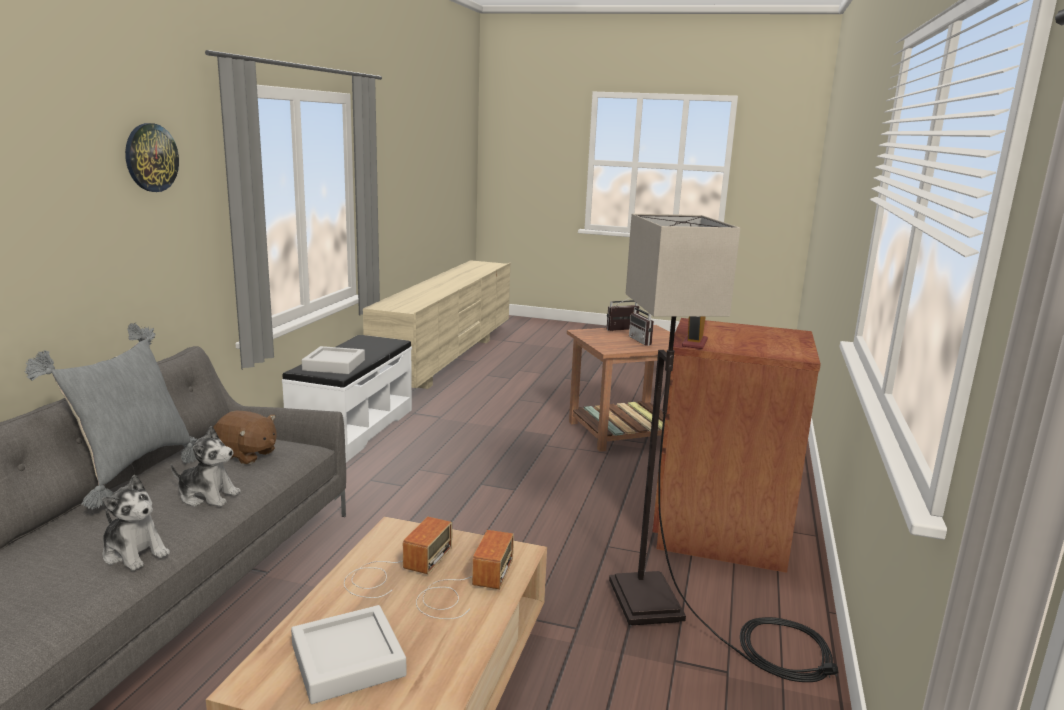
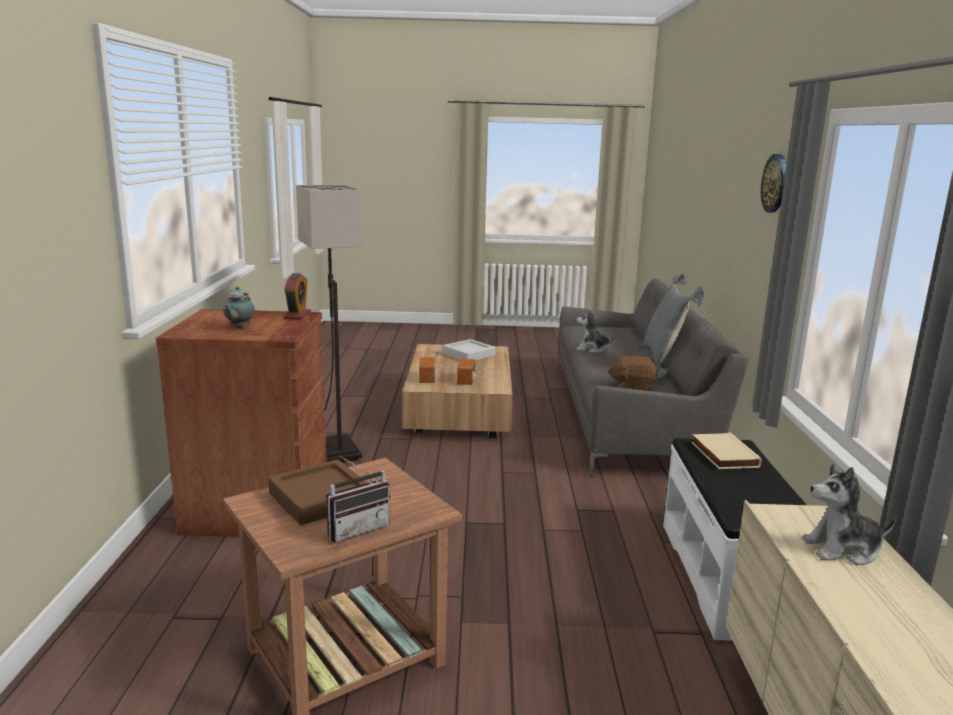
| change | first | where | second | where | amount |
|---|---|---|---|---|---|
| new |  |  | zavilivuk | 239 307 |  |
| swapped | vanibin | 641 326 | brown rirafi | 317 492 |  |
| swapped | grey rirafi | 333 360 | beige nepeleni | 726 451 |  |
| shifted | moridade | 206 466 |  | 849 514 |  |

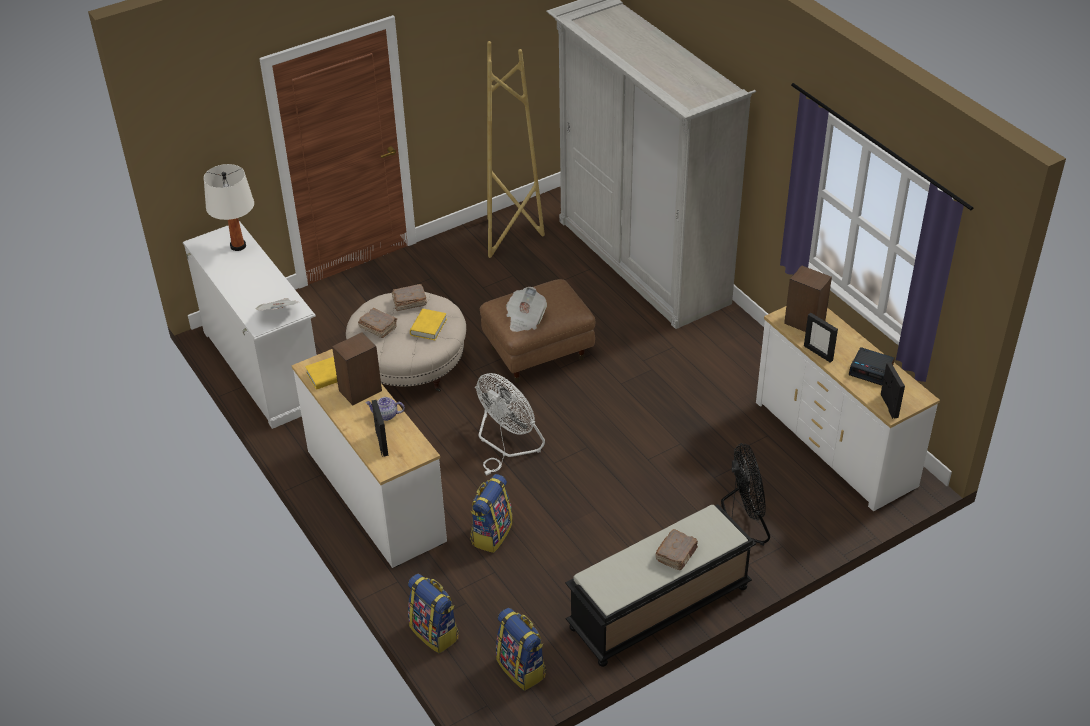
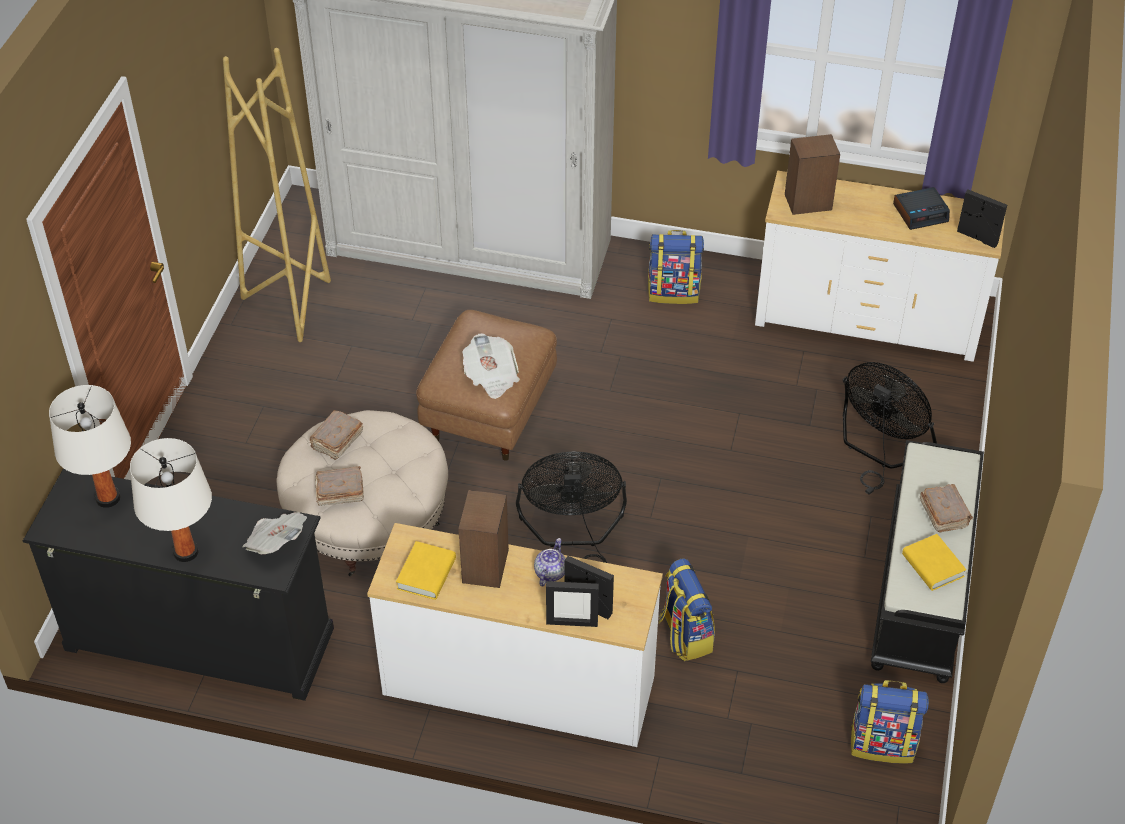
| change | first | where | second | where | amount |
|---|---|---|---|---|---|
| repainted | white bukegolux | 250 325 | black bukegolux | 178 584 |  |
| new |  |  | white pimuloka | 171 500 |  |
| repainted | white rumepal | 510 424 | black rumepal | 571 507 |  |
| rotated | zavilivuk | 385 409 |  | 550 562 | 150 degrees clockwise |
| shifted | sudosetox | 821 337 |  | 572 604 |  |
| shifted | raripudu | 433 614 |  | 676 267 |  |
| shifted | yellow nepeleni | 428 324 |  | 934 562 |  |

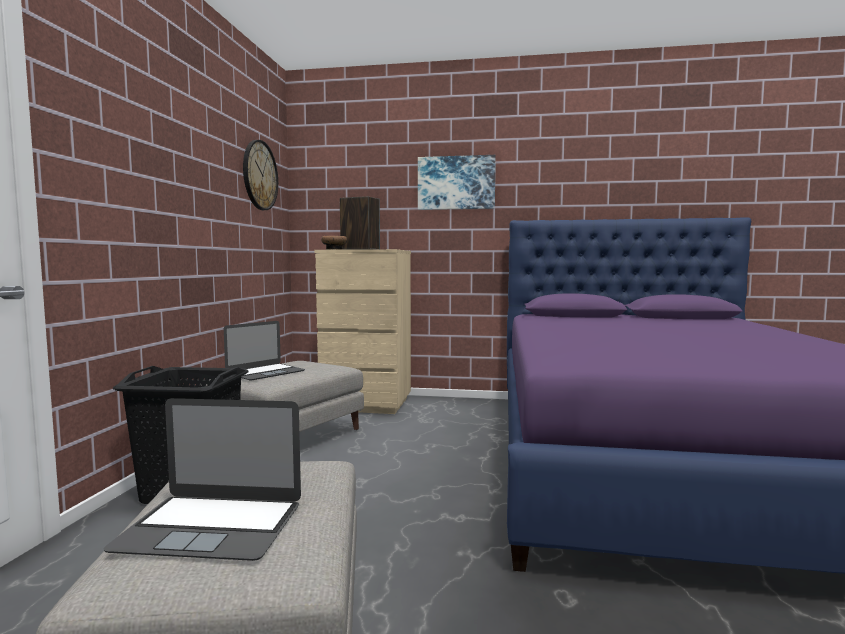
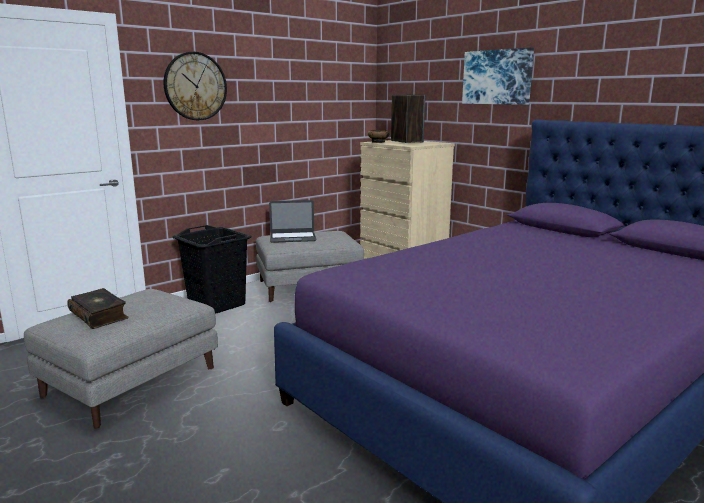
| change | first | where | second | where | amount |
|---|---|---|---|---|---|
| swapped | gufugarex | 202 479 | nepeleni | 98 308 |  |
| shifted | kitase | 260 175 |  | 195 86 |  |

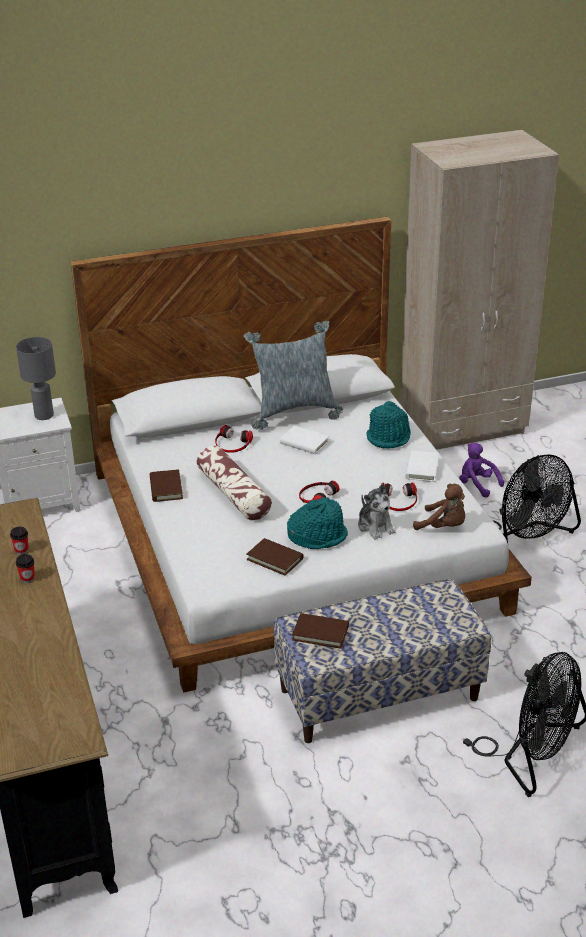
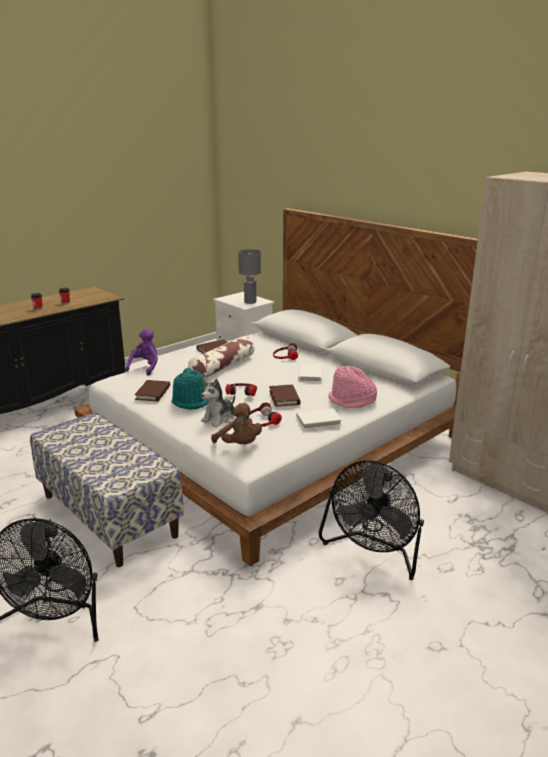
| change | first | where | second | where | amount |
|---|---|---|---|---|---|
| shifted | purple moridade | 481 470 |  | 142 351 |  |
| rotated | brown moridade | 439 507 |  | 236 423 | 45 degrees counterclockwise |
| shifted | brown nepeleni | 320 631 |  | 285 396 |  |
| repainted | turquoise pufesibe | 389 425 | pink pufesibe | 352 387 |  |
| gone | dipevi | 293 375 |  |  |  |

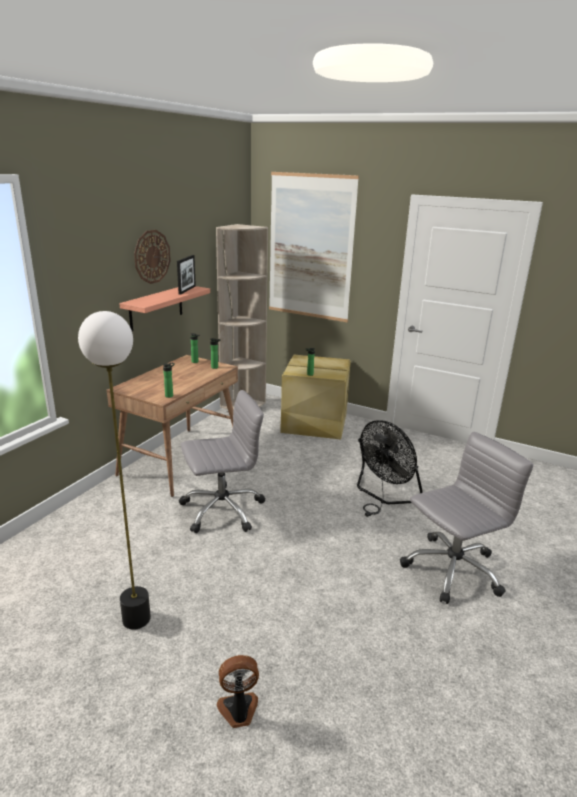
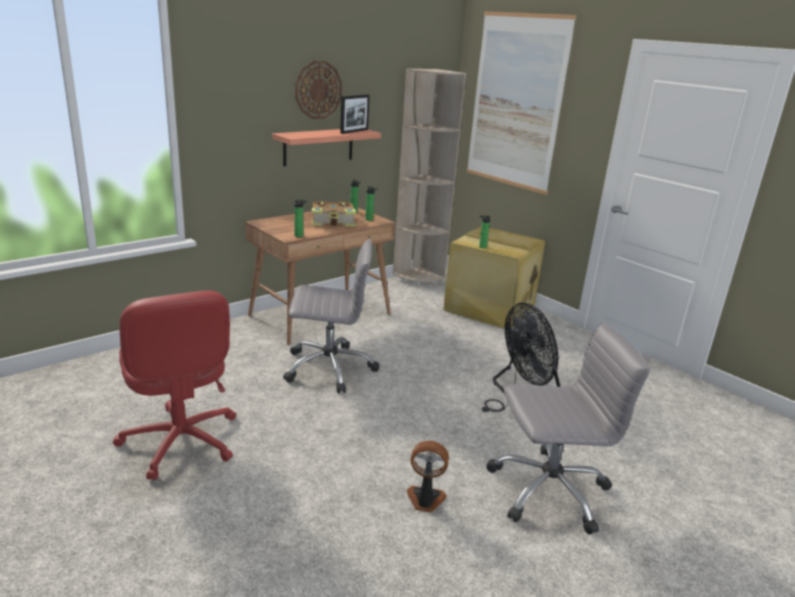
| change | first | where | second | where | amount |
|---|---|---|---|---|---|
| swapped | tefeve | 114 470 | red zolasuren | 174 385 |  |
| new |  |  | nepeleni | 334 214 |  |
| shifted | rumepal | 238 691 |  | 428 476 |  |

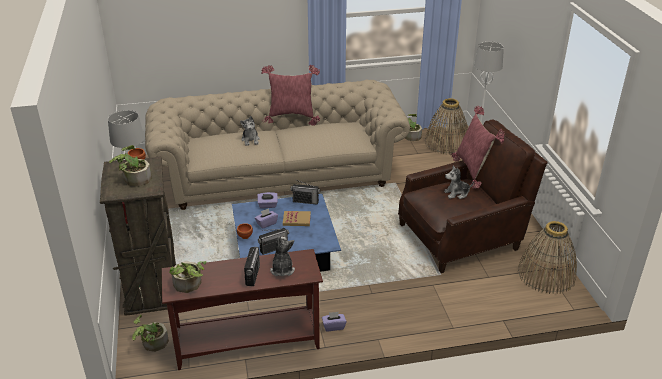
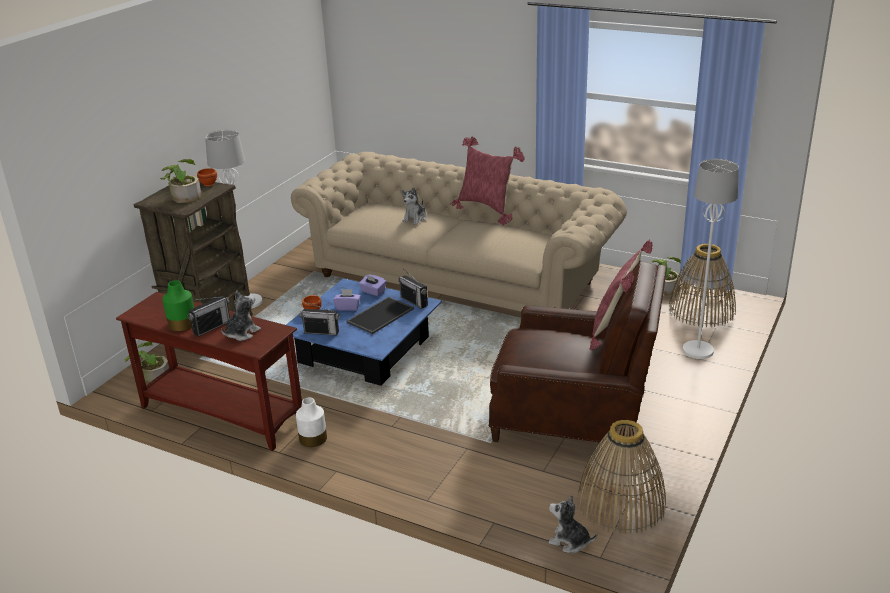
| change | first | where | second | where | amount |
|---|---|---|---|---|---|
| new |  |  | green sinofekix | 178 306 |  |
| swapped | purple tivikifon | 334 321 | white sinofekix | 311 422 |  |
| swapped | nepeleni | 297 218 | rirafi | 380 315 |  |
| shifted | moridade | 459 182 |  | 573 524 |  |
| gone | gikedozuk | 188 277 |  |  |  |

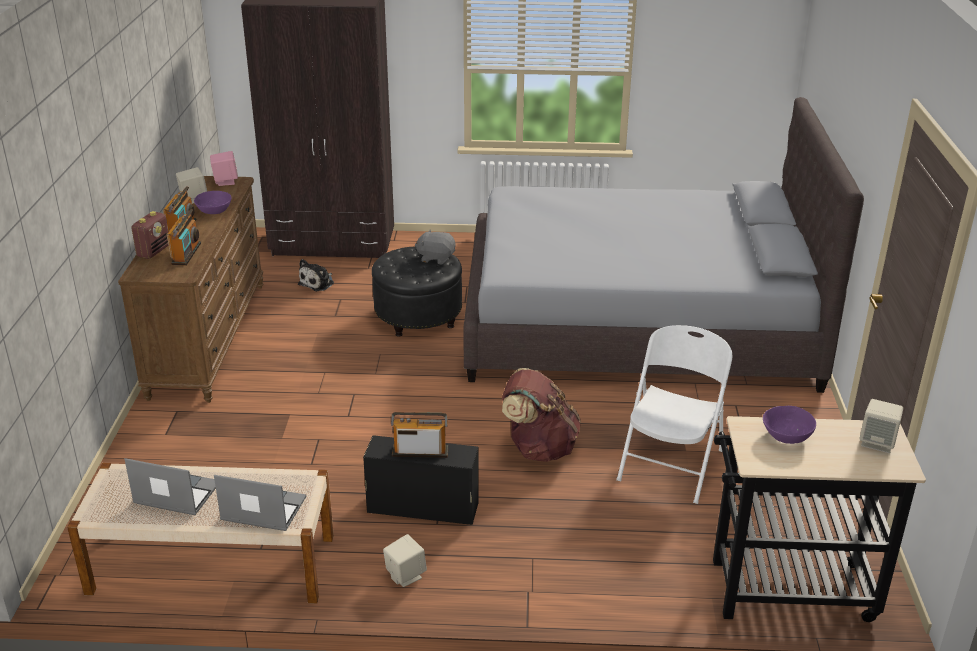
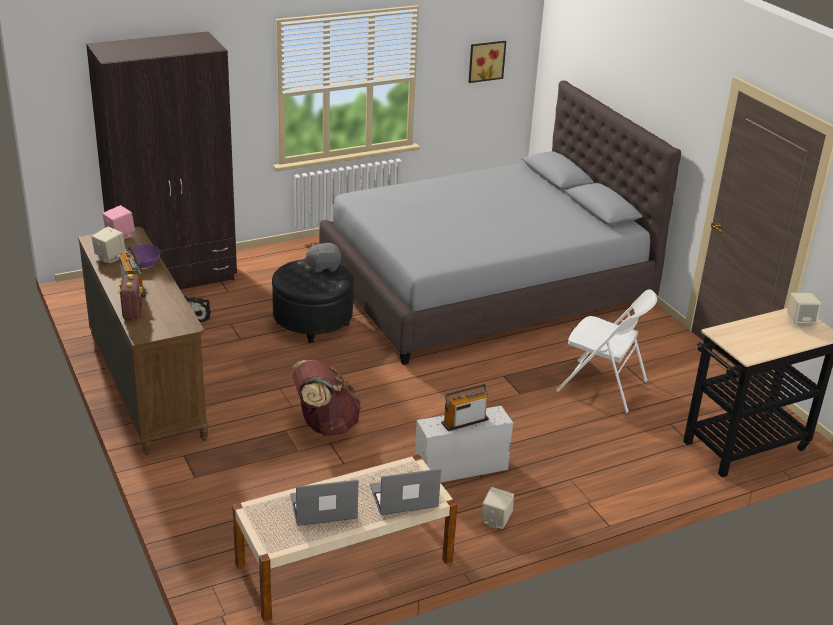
| change | first | where | second | where | amount |
|---|---|---|---|---|---|
| shifted | brown raripudu | 541 415 |  | 327 398 |  |
| repainted | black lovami | 421 480 | white lovami | 464 444 |  |
| new |  |  | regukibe | 487 62 |  |
| rotated | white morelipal | 674 414 |  | 606 351 | 120 degrees clockwise |
| gone | vanibin | 184 237 |  |  |  |
| gone | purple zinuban | 789 425 |  |  |  |

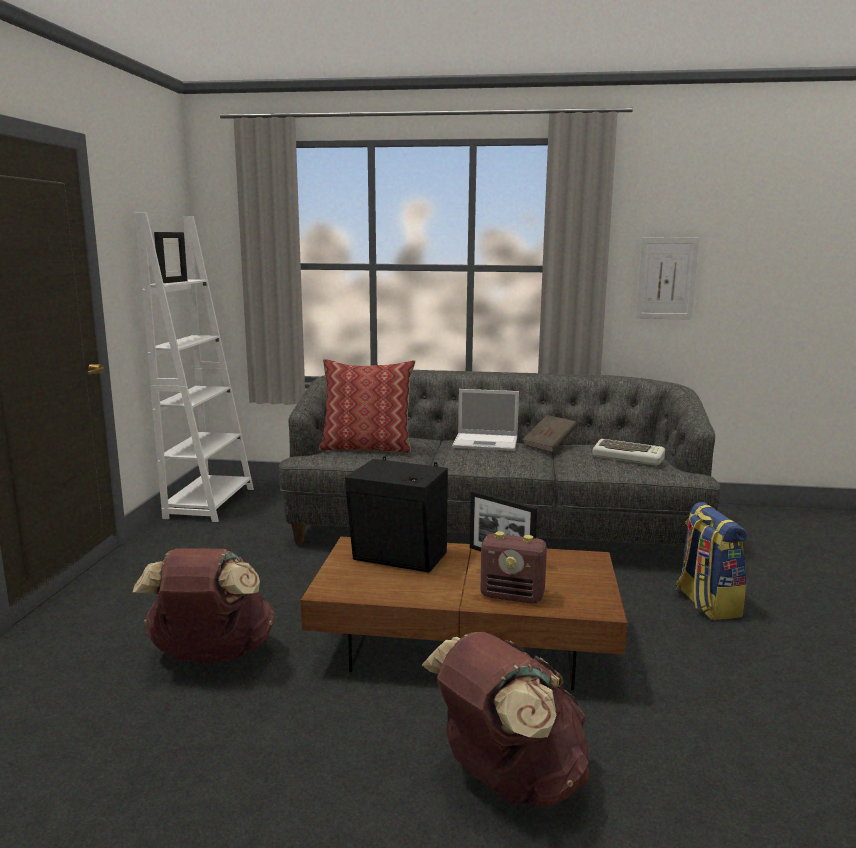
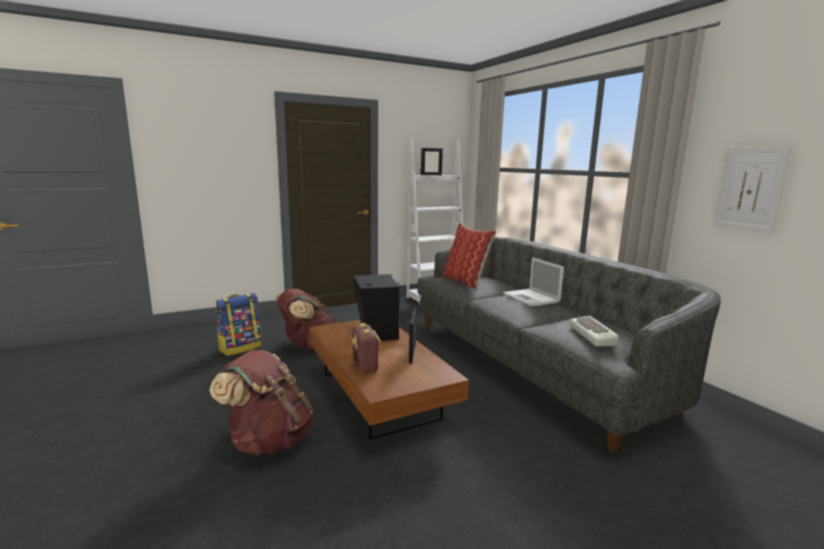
| change | first | where | second | where | amount |
|---|---|---|---|---|---|
| shifted | raripudu | 711 561 |  | 239 324 |  |
| gone | brown nepeleni | 550 433 |  |  |  |

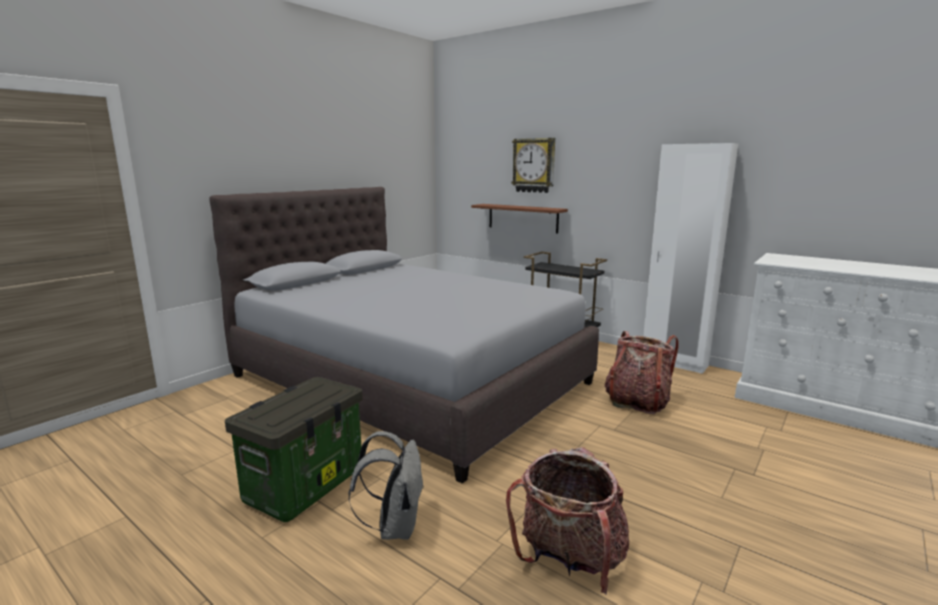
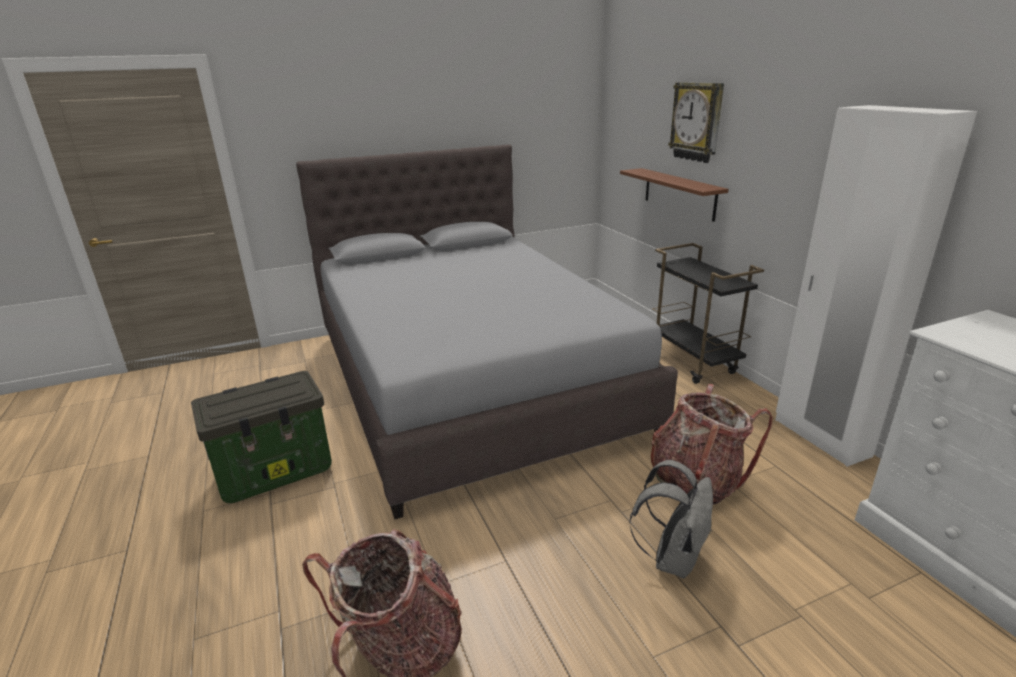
| change | first | where | second | where | amount |
|---|---|---|---|---|---|
| shifted | grey raripudu | 386 485 |  | 671 519 |  |

